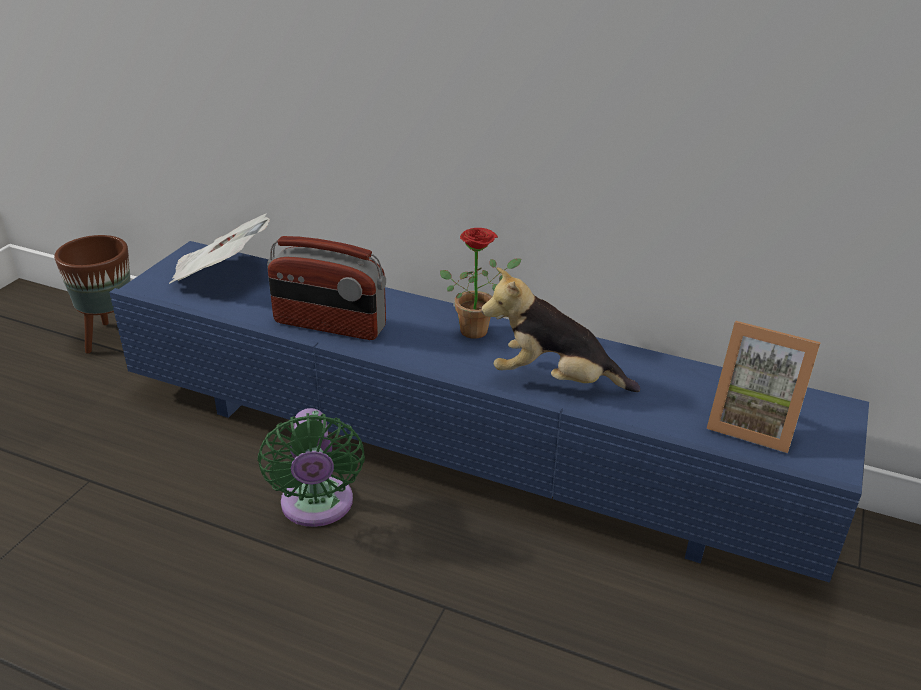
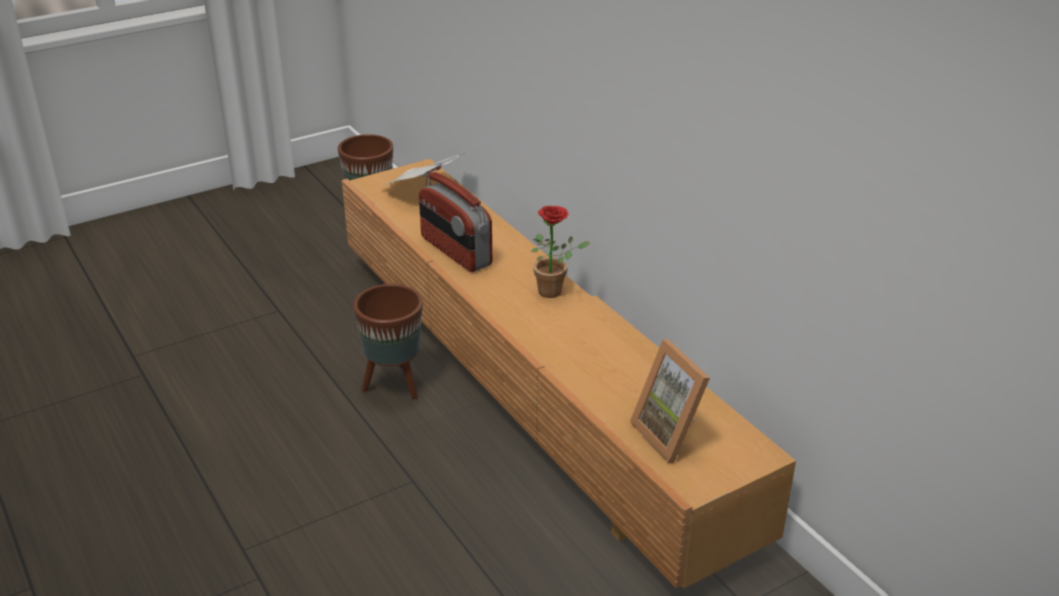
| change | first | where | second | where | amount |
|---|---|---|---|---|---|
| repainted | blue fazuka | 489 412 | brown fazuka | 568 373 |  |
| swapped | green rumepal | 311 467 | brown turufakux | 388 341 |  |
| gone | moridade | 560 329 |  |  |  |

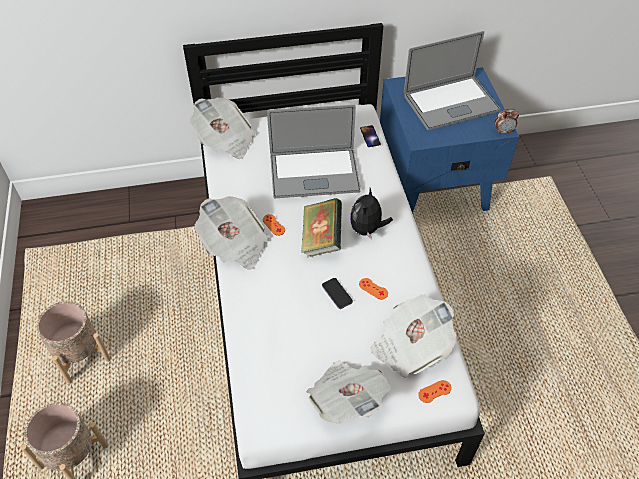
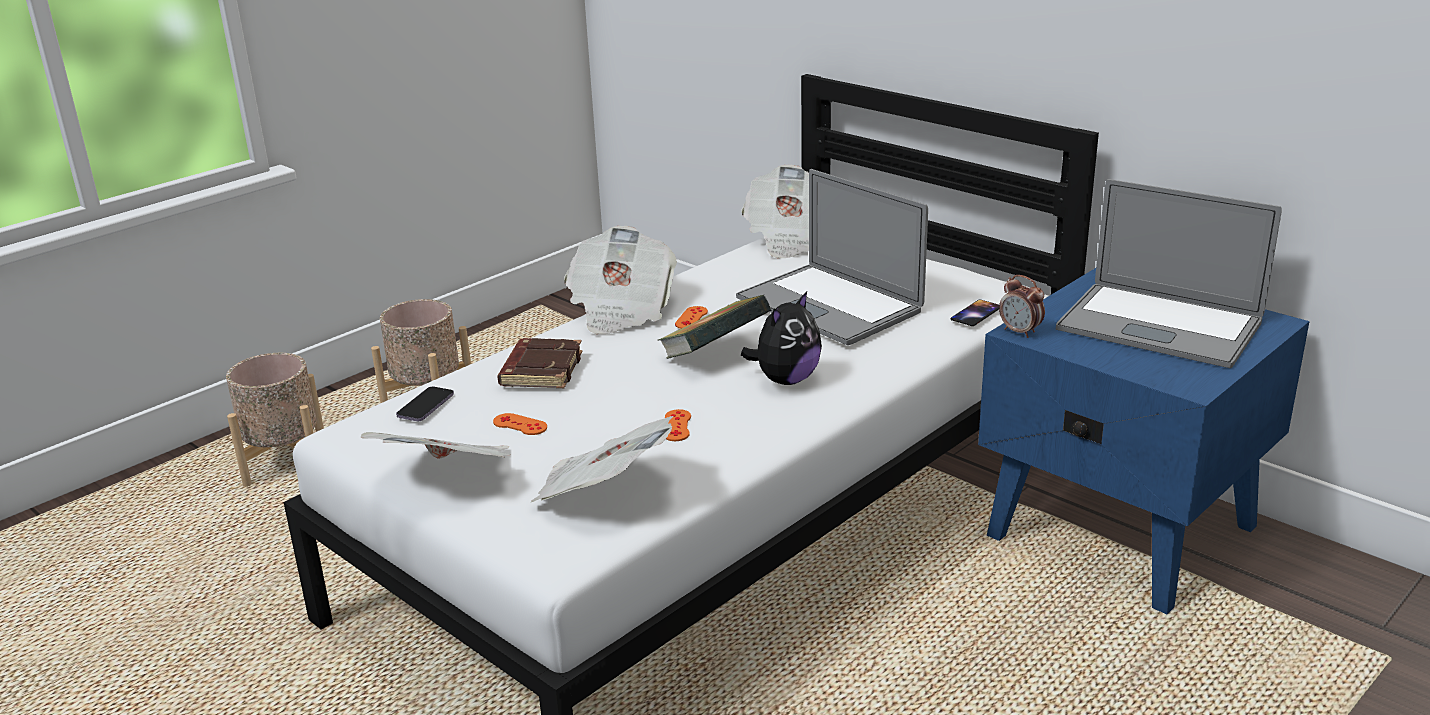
| change | first | where | second | where | amount |
|---|---|---|---|---|---|
| shifted | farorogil | 337 293 |  | 425 404 |  |
| shifted | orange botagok | 435 391 |  | 520 424 |  |
| new |  |  | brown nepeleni | 540 363 |  |
| rotated | moridade | 371 214 |  | 781 338 | 150 degrees clockwise |
| shifted | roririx | 506 121 |  | 1022 306 |  |

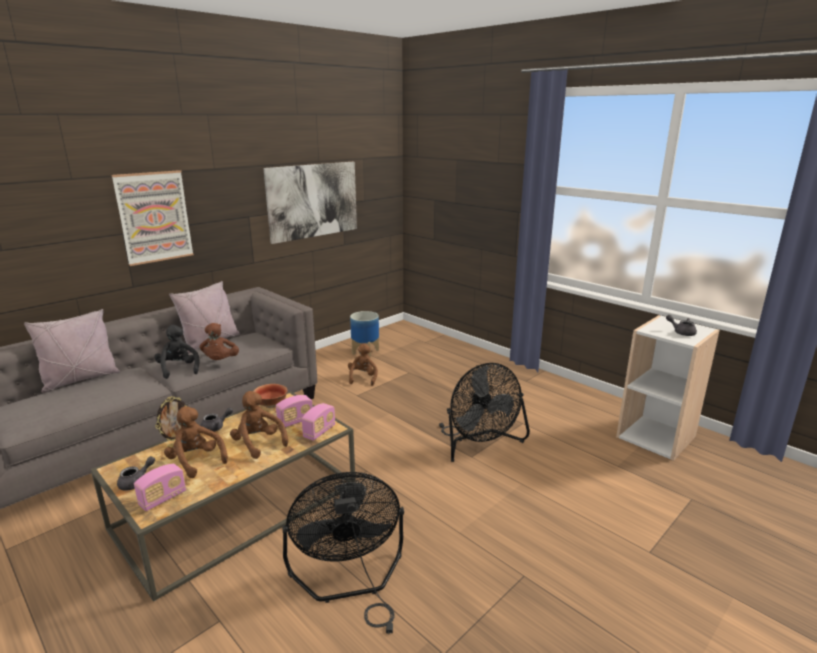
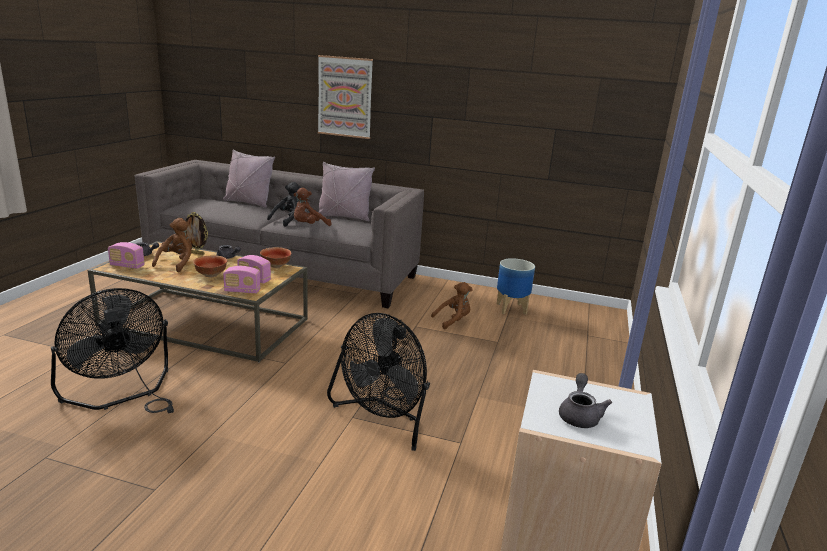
| change | first | where | second | where | amount |
|---|---|---|---|---|---|
| rotated | black rumepal | 343 552 |  | 112 350 | 90 degrees counterclockwise |
| swapped | brown moridade | 259 425 | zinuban | 210 266 |  |
| gone | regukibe | 310 203 |  |  |  |

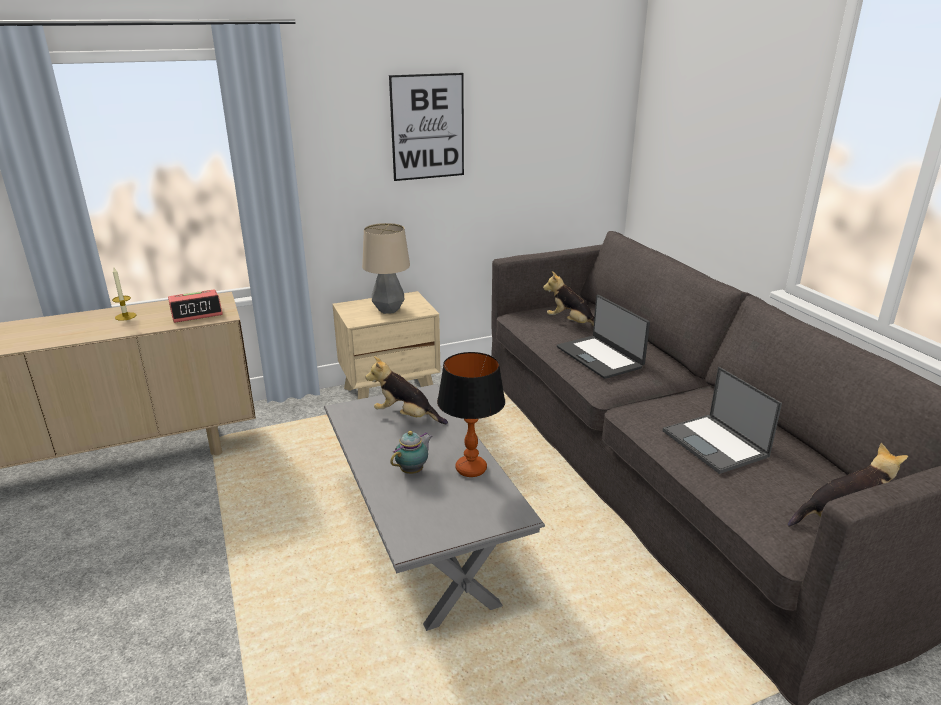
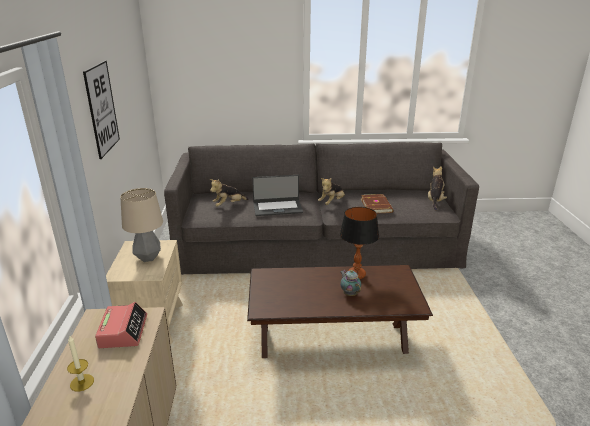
| change | first | where | second | where | amount |
|---|---|---|---|---|---|
| repainted | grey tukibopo | 434 507 | brown tukibopo | 340 311 |  |
| shifted | moridade | 406 390 |  | 331 191 |  |
| swapped | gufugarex | 722 420 | brown nepeleni | 377 203 |  |

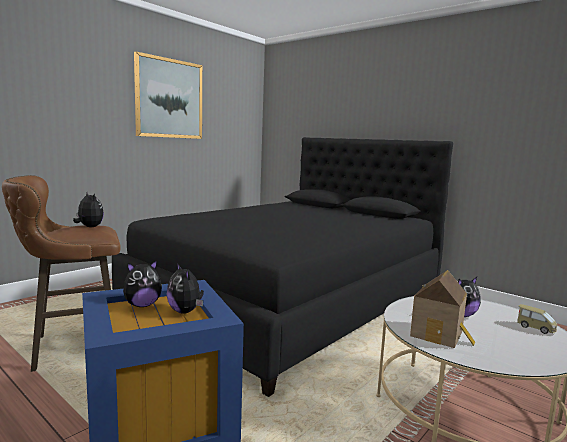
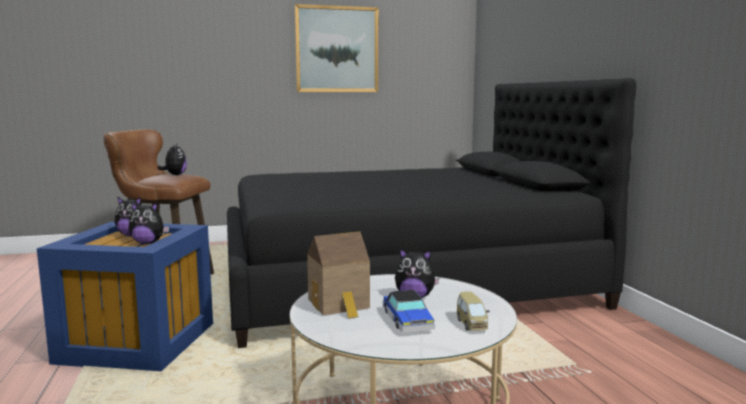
| change | first | where | second | where | amount |
|---|---|---|---|---|---|
| rotated | moridade | 185 288 |  | 148 223 | 90 degrees counterclockwise |
| new |  |  | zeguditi | 409 311 |  |

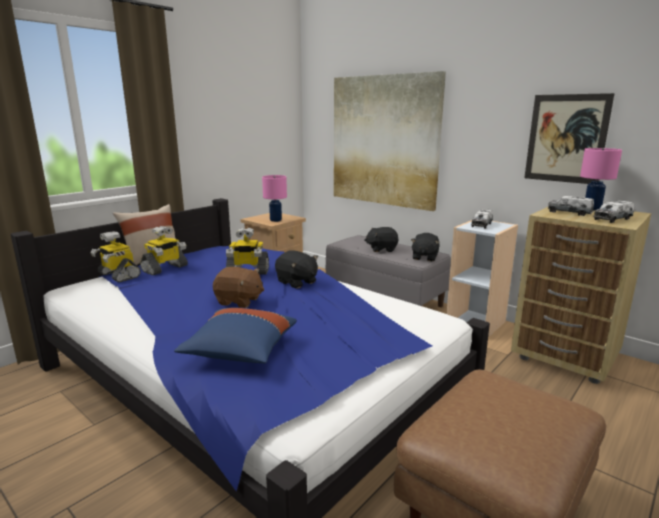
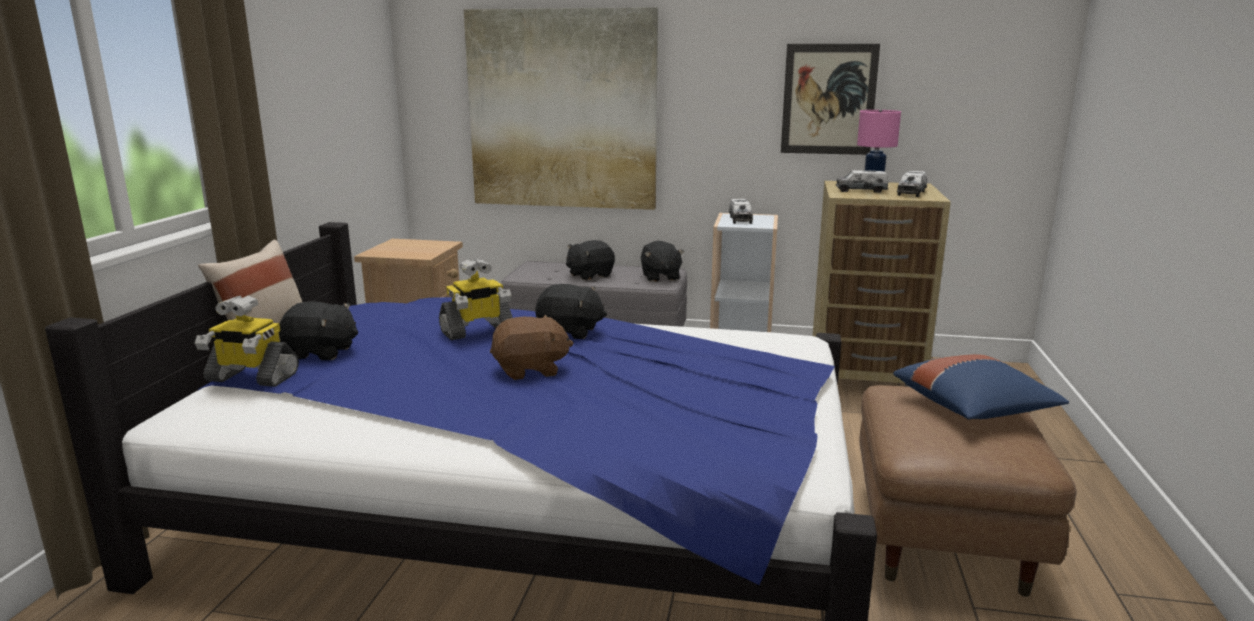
| change | first | where | second | where | amount |
|---|---|---|---|---|---|
| swapped | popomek | 164 250 | black moridade | 318 331 |  |
| shifted | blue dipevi | 235 336 |  | 981 386 |  |
| gone | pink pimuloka | 274 198 |  |  |  |

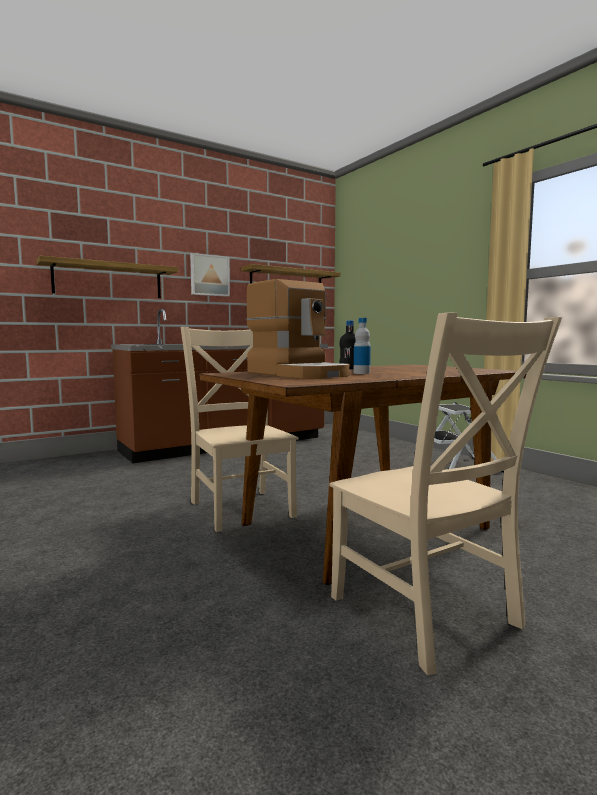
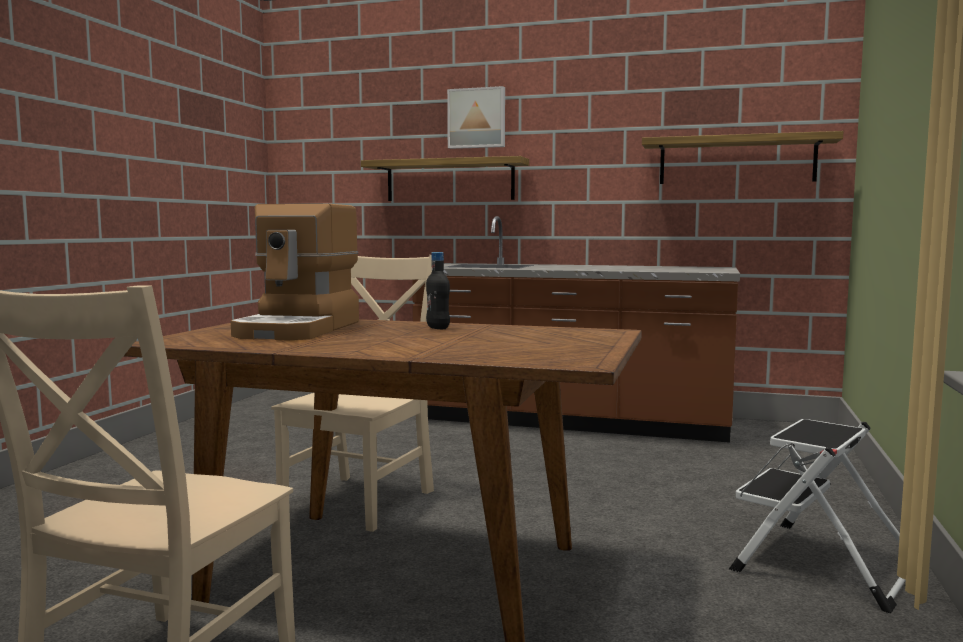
| change | first | where | second | where | amount |
|---|---|---|---|---|---|
| shifted | regukibe | 210 275 |  | 476 117 |  |
| gone | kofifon | 362 346 |  |  |  |

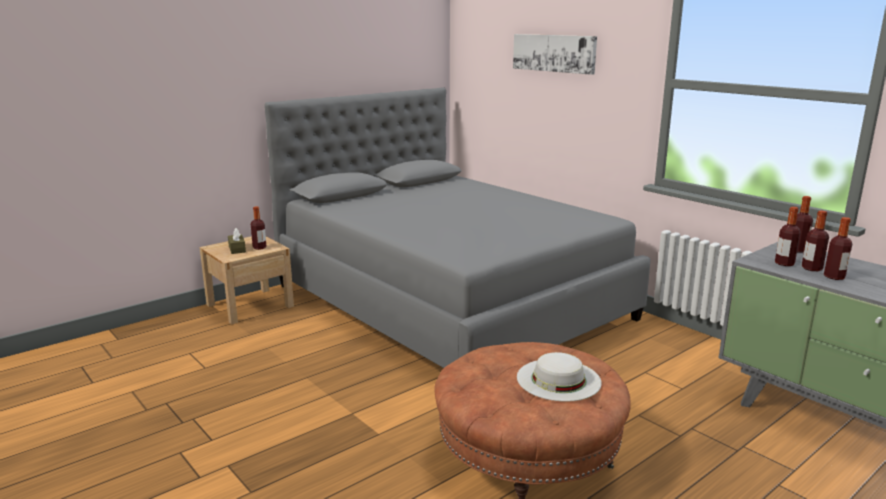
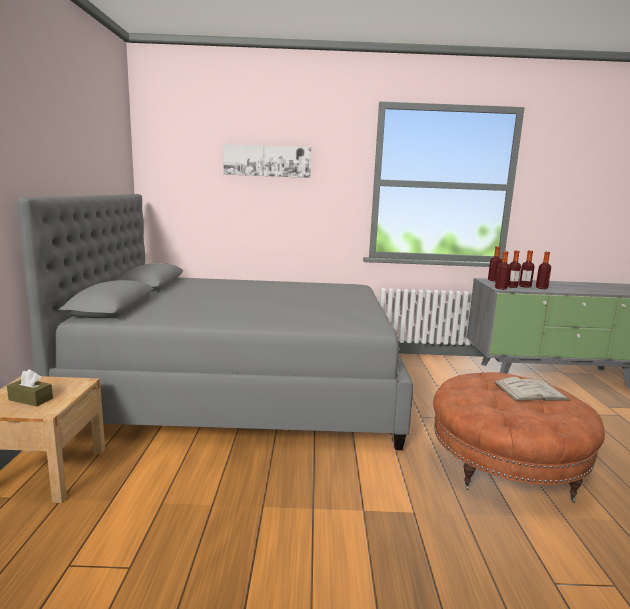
| change | first | where | second | where | amount |
|---|---|---|---|---|---|
| swapped | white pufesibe | 559 377 | white nepeleni | 532 389 |  |
| shifted | kofifon | 259 228 |  | 502 270 |  |

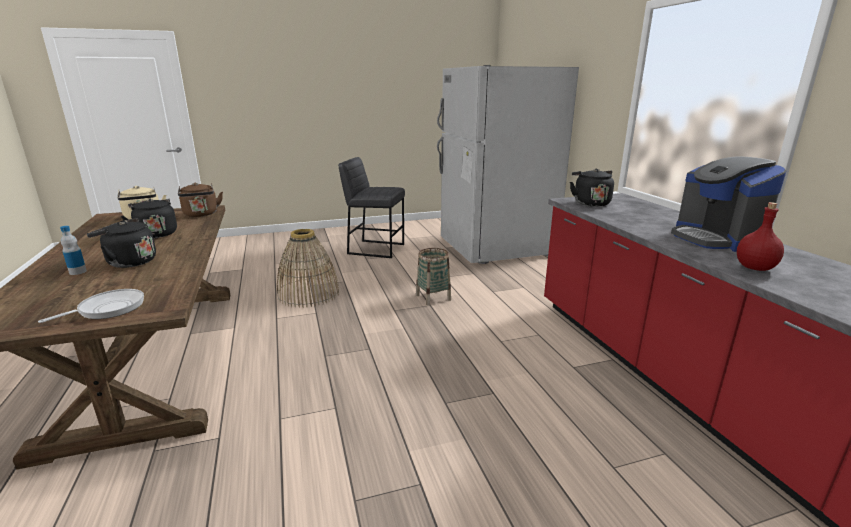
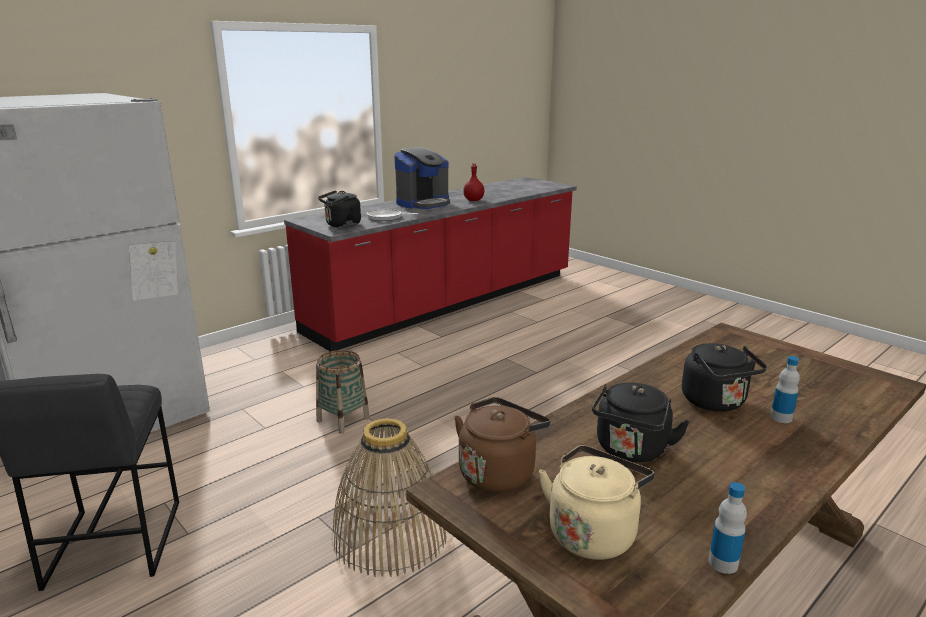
| change | first | where | second | where | amount |
|---|---|---|---|---|---|
| shifted | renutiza | 91 306 |  | 393 215 |  |
| new |  |  | kofifon | 727 528 |  |

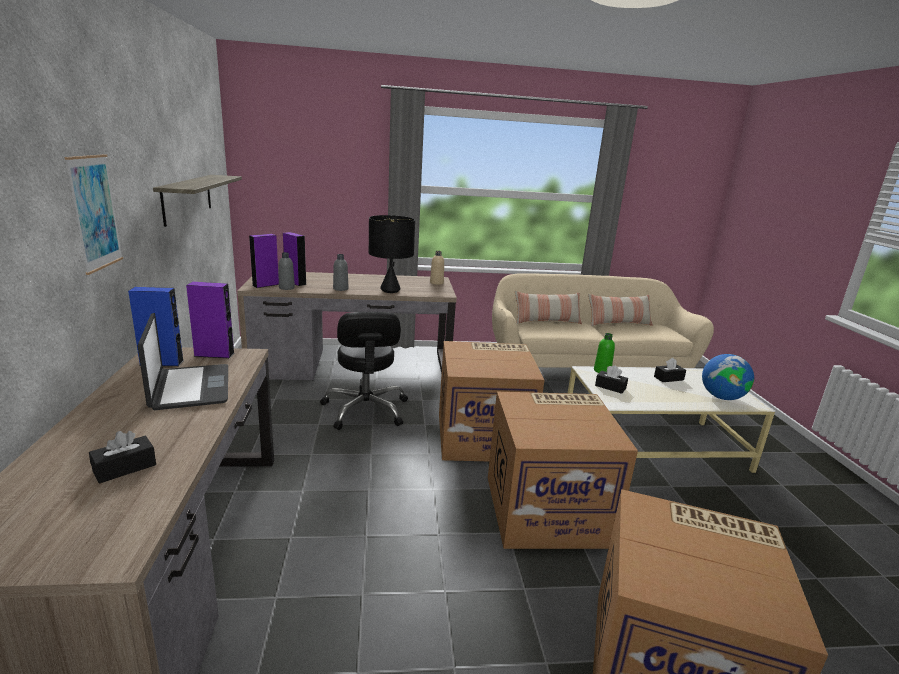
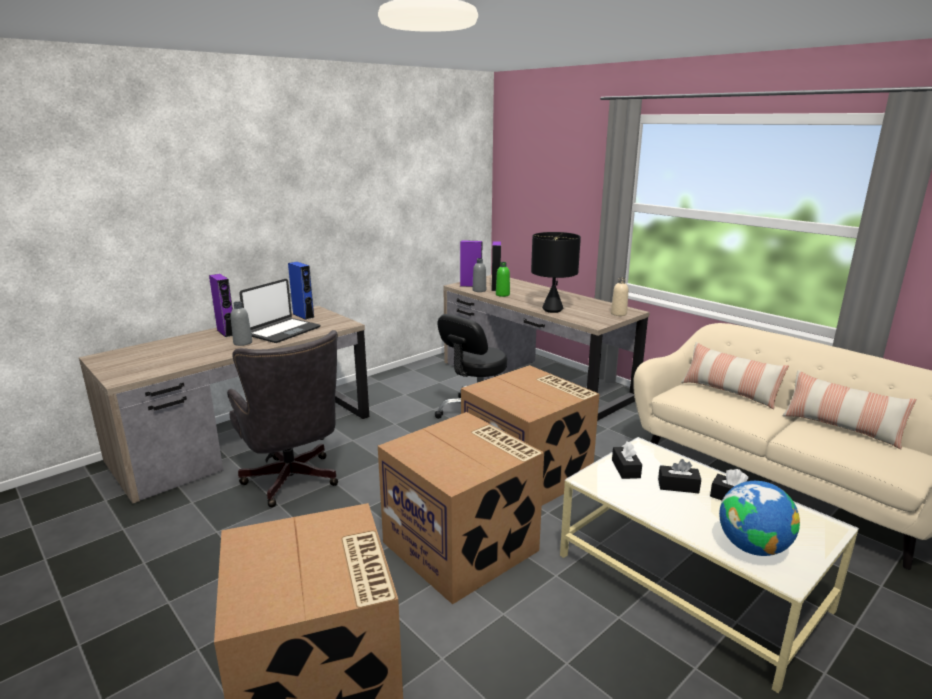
| change | first | where | second | where | amount |
|---|---|---|---|---|---|
| shifted | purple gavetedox | 210 320 |  | 221 305 |  |
| new |  |  | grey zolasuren | 282 418 |  |
| shifted | grey kofifon | 340 272 |  | 241 324 |  |
| shifted | green kofifon | 604 353 |  | 503 279 |  |
| shifted | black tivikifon | 122 457 |  | 679 476 |  |
| gone | regukibe | 93 214 |  |  |  |
| gone | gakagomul | 197 201 |  |  |  |

